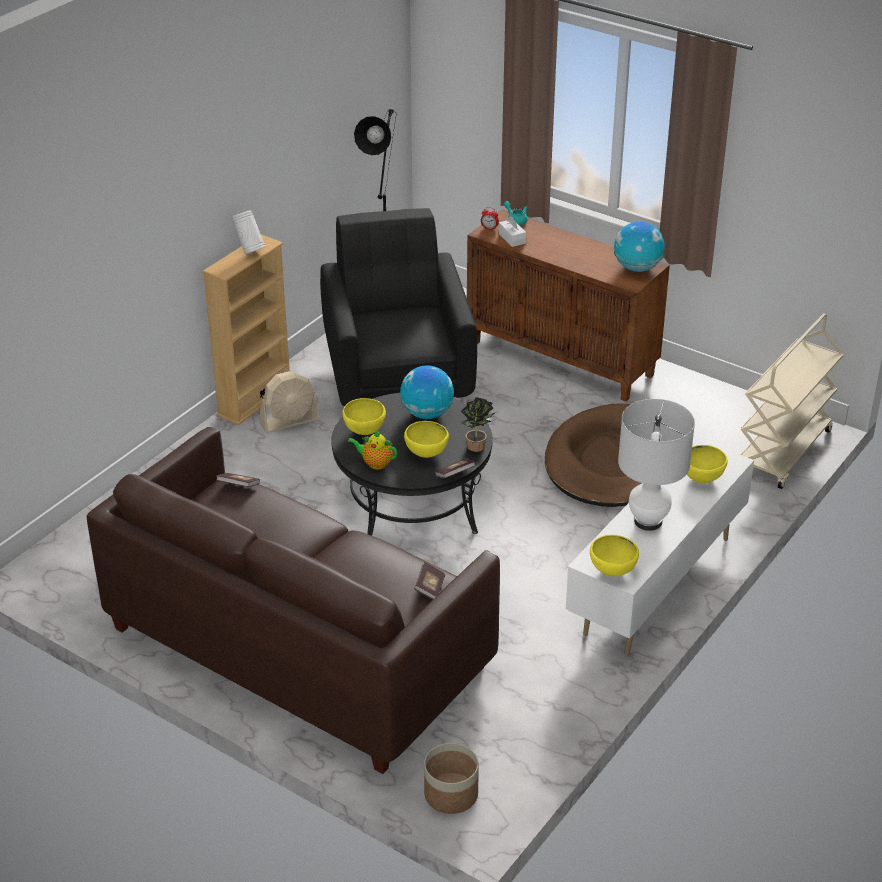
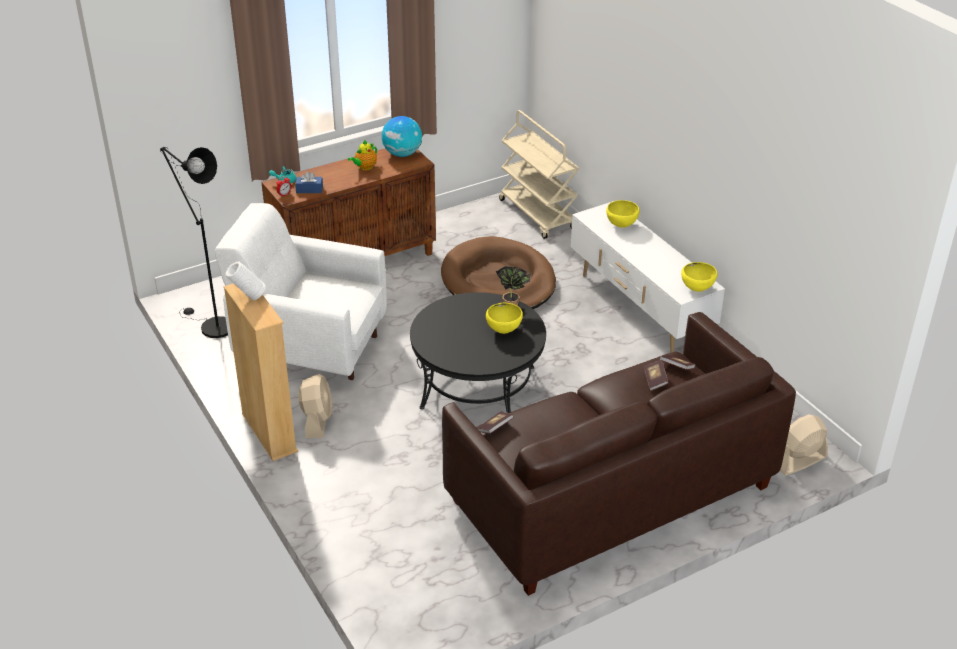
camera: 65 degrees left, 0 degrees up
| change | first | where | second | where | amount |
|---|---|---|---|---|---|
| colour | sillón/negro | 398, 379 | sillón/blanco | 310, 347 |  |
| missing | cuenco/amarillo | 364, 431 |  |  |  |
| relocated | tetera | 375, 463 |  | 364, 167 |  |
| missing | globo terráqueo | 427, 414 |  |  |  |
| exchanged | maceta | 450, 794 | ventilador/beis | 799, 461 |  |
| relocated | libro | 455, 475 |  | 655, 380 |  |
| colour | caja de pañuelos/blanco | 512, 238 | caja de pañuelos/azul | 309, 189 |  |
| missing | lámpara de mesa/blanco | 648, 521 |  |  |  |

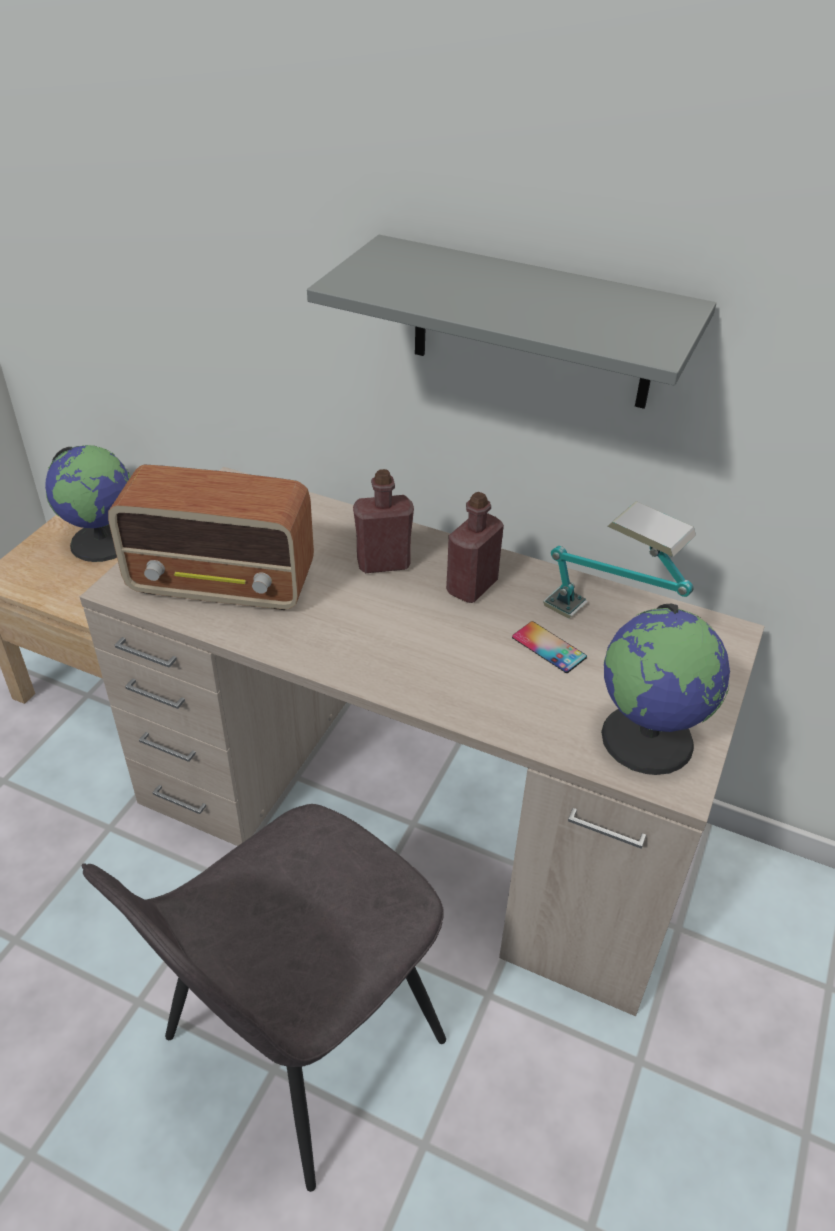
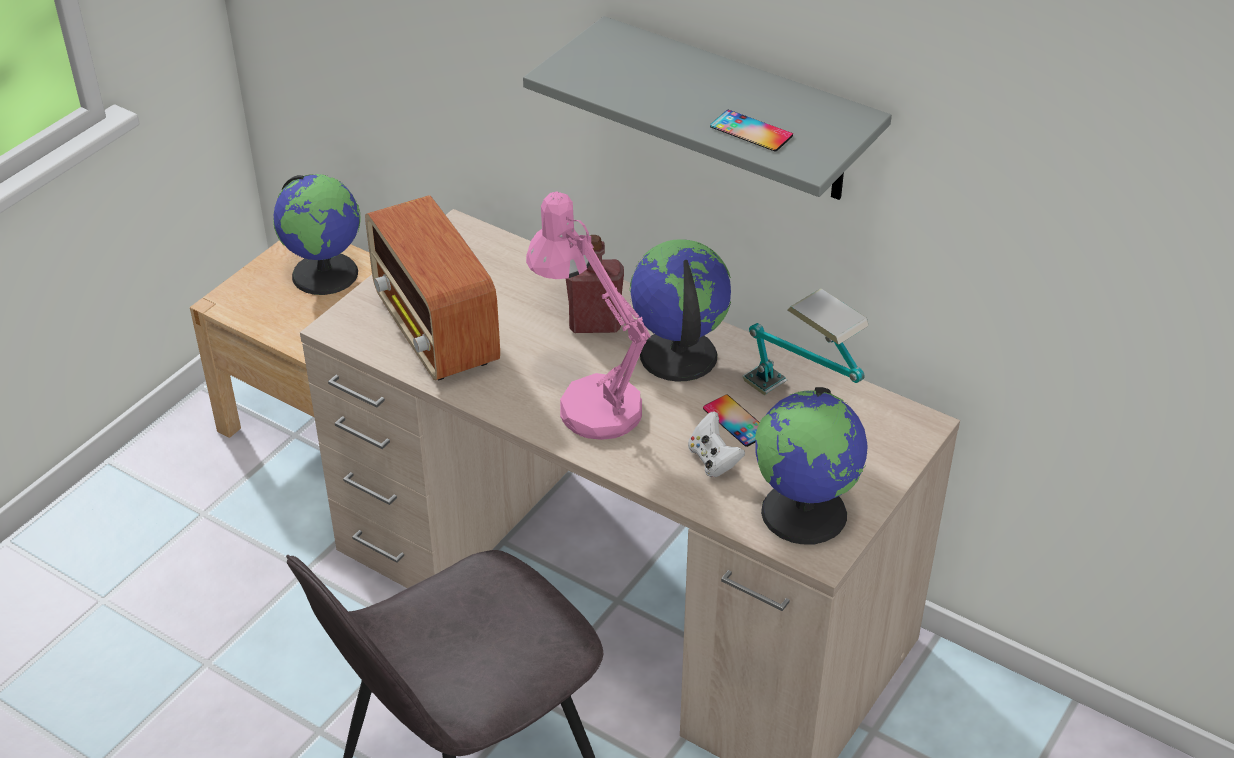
camera: 10 degrees right, 0 degrees up
| change | first | where | second | where | amount |
|---|---|---|---|---|---|
| spun | radio | 224, 584 |  | 436, 332 | 45 degrees clockwise |
| exchanged | botella/rojo | 472, 587 | globo terráqueo | 677, 355 |  |
| appeared |  |  | lámpara de mesa/rosa | 589, 401 |  |
| appeared |  |  | mando de consola/blanco | 713, 460 |  |
| appeared |  |  | móvil | 751, 131 |  |

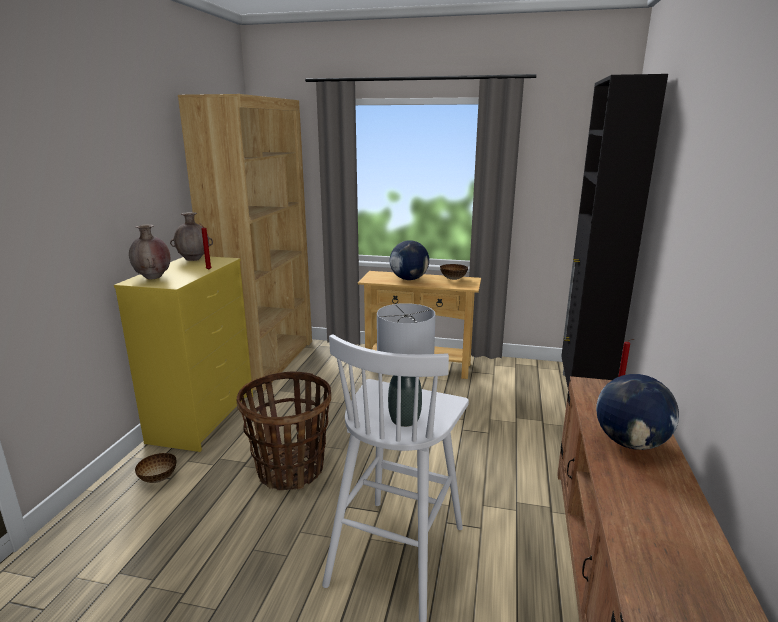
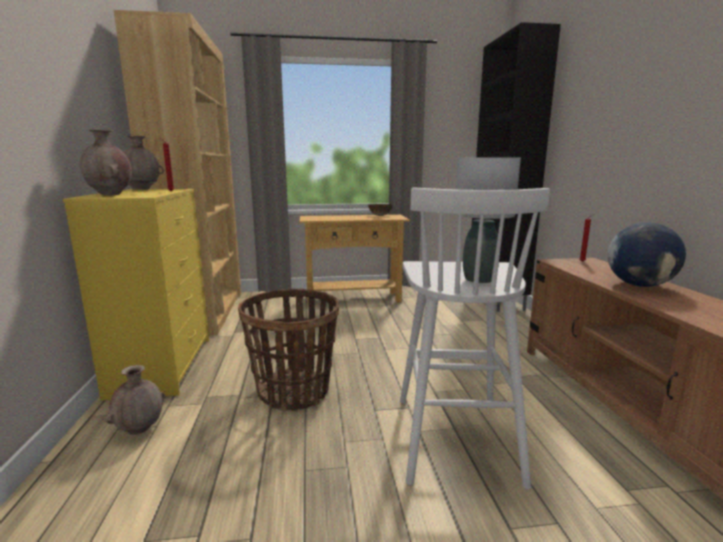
camera: 20 degrees left, 5 degrees down
| change | first | where | second | where | amount |
|---|---|---|---|---|---|
| exchanged | cuenco | 158, 478 | florero/marrón | 140, 429 |  |
| missing | globo terráqueo | 409, 279 |  |  |  |

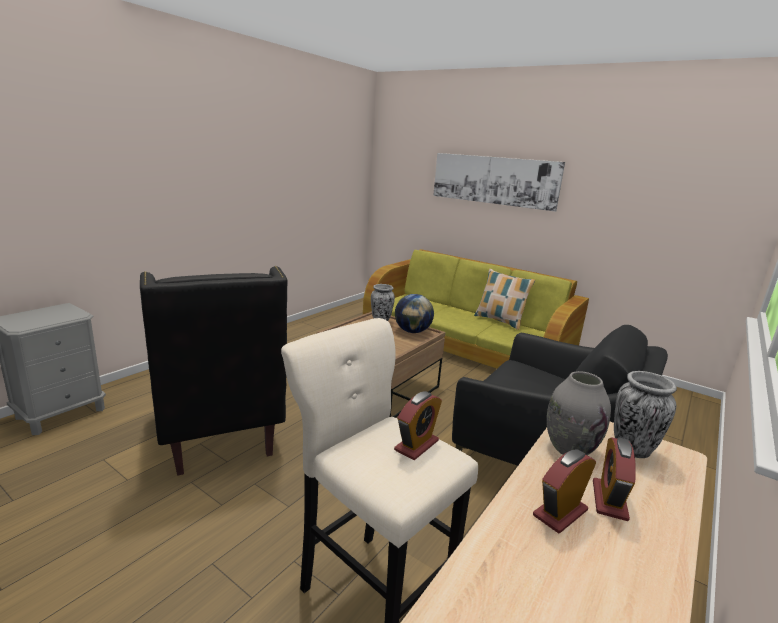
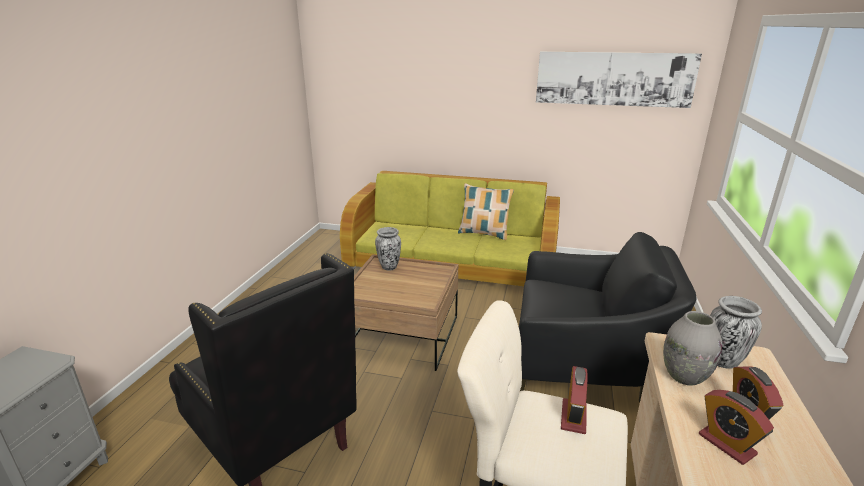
camera: 20 degrees left, 5 degrees up
| change | first | where | second | where | amount |
|---|---|---|---|---|---|
| missing | globo terráqueo | 412, 331 |  |  |  |
| relocated | cuadro | 494, 180 |  | 614, 79 |  |
| spun | despertador | 560, 513 |  | 726, 444 | 60 degrees counterclockwise |

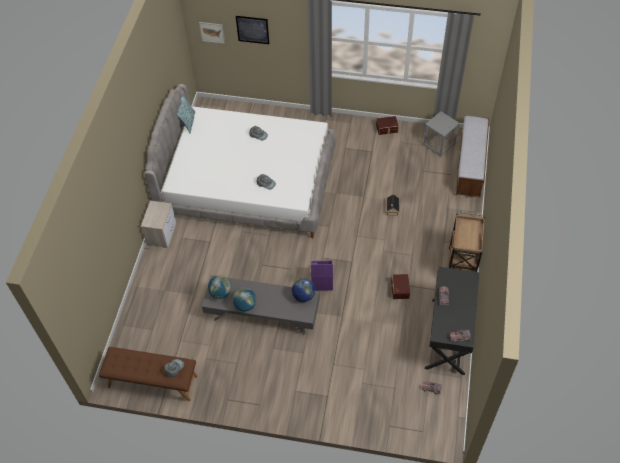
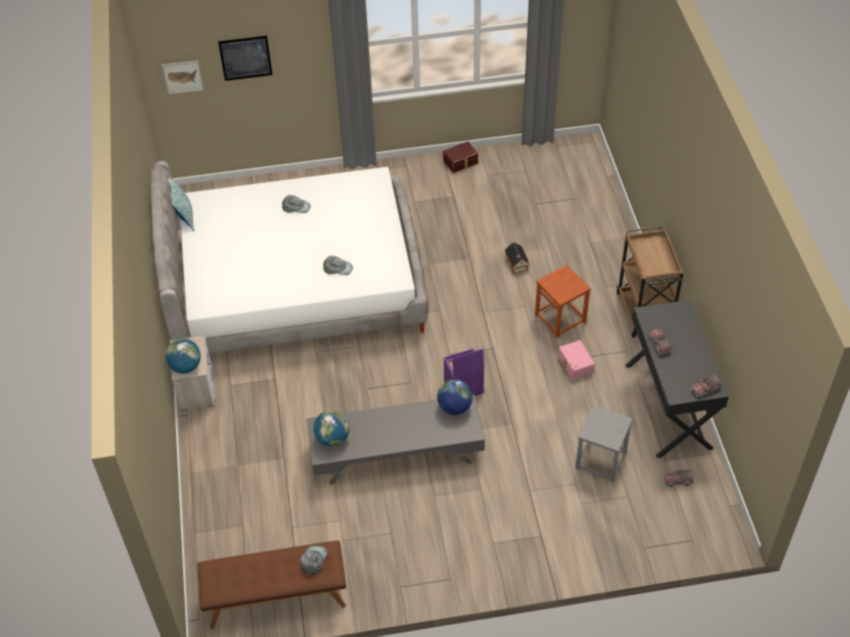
camera: 20 degrees left, 5 degrees down
| change | first | where | second | where | amount |
|---|---|---|---|---|---|
| relocated | globo terráqueo | 245, 305 |  | 185, 366 |  |
| colour | caja de almacenaje/marrón | 399, 289 | caja de almacenaje/rosa | 574, 365 |  |
| relocated | taburete/gris | 439, 145 |  | 601, 460 |  |
| missing | banco | 470, 166 |  |  |  |
| appeared |  |  | taburete/marrón | 560, 318 |  |

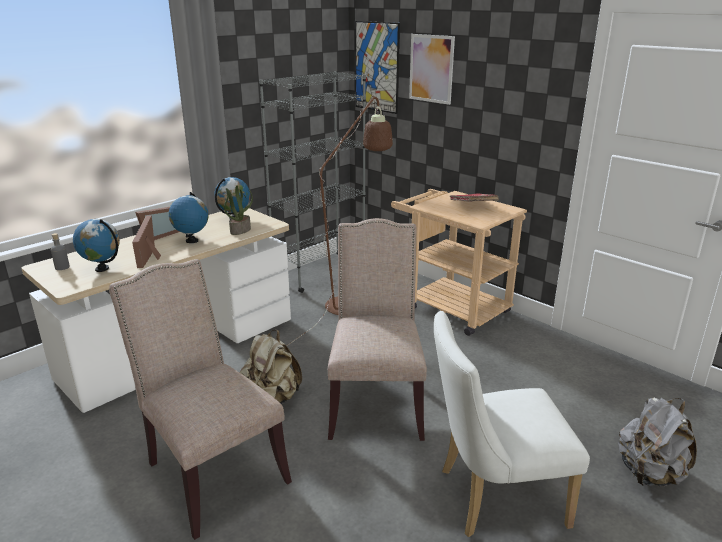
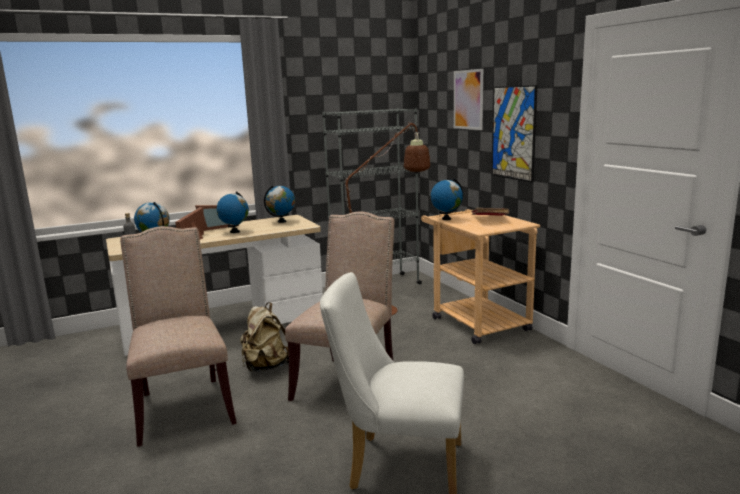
camera: 20 degrees right, 10 degrees down
| change | first | where | second | where | amount |
|---|---|---|---|---|---|
| missing | planta en maceta | 240, 230 |  |  |  |
| relocated | cuadro | 376, 67 |  | 513, 133 |  |
| missing | mochila/gris | 649, 473 |  |  |  |
| appeared |  |  | globo terráqueo | 446, 219 |  |

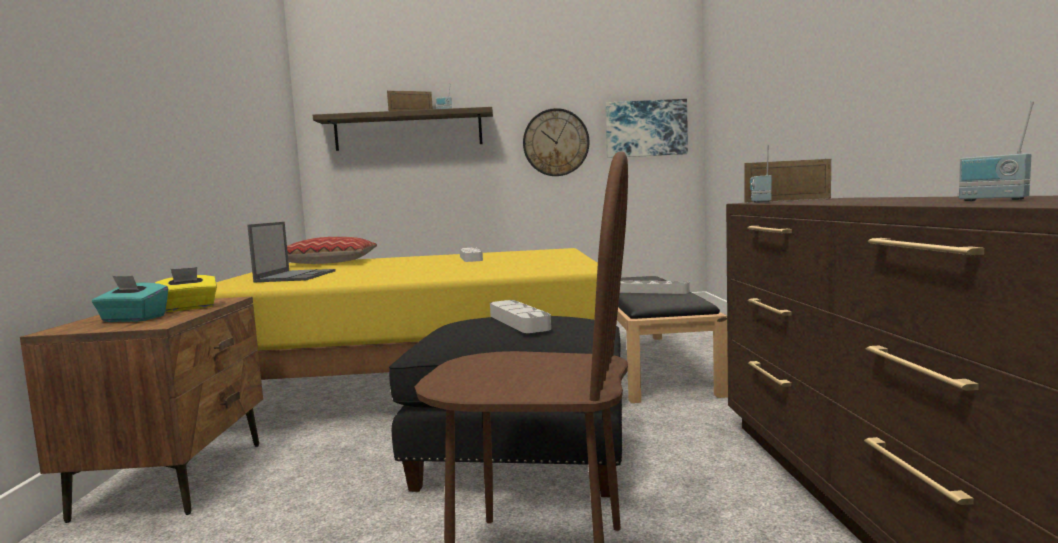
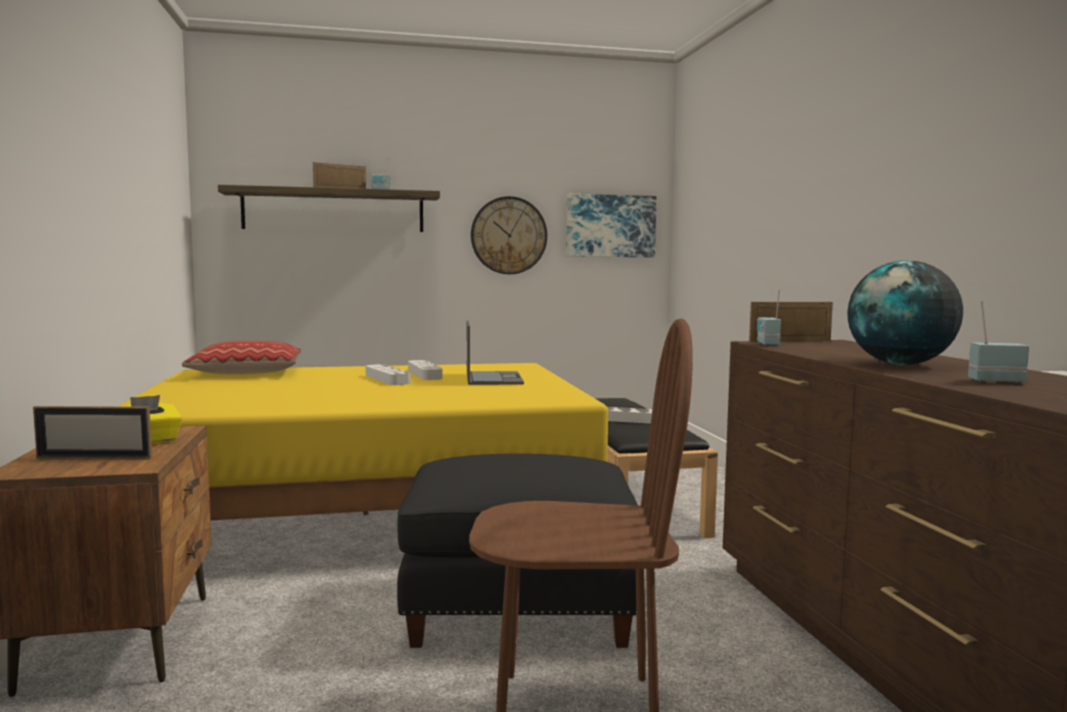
camera: 10 degrees left, 0 degrees up
| change | first | where | second | where | amount |
|---|---|---|---|---|---|
| exchanged | caja de pañuelos/turquesa | 133, 319 | portarretratos | 94, 457 |  |
| relocated | portátil | 296, 276 |  | 493, 378 |  |
| relocated | bandeja/gris | 518, 322 |  | 387, 379 |  |
| spun | radio | 993, 200 |  | 995, 381 | 150 degrees clockwise |
| appeared |  |  | globo terráqueo | 901, 364 |  |

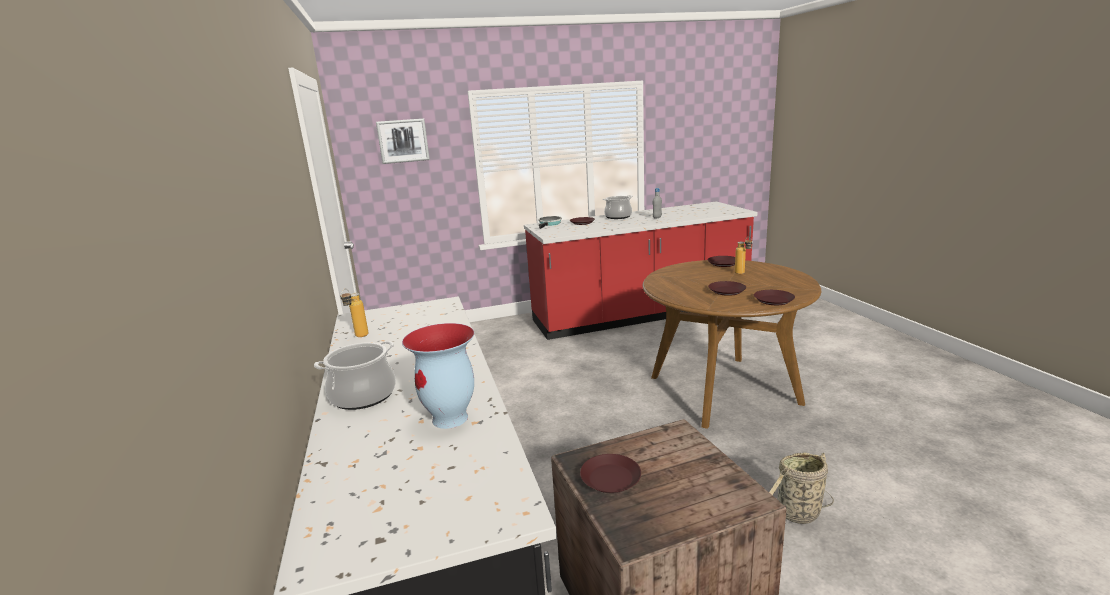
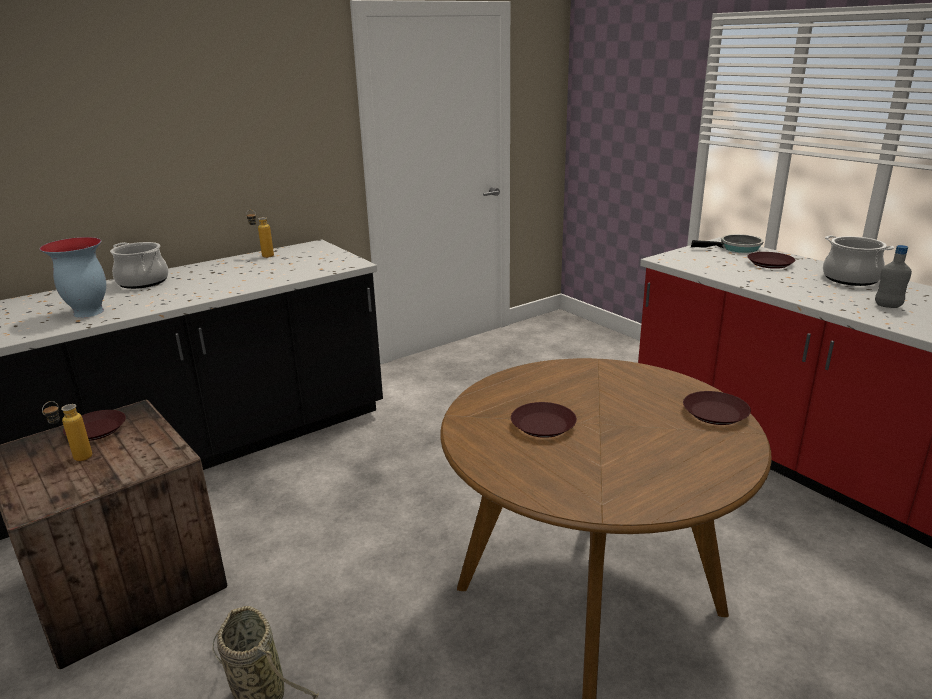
camera: 70 degrees right, 5 degrees up
| change | first | where | second | where | amount |
|---|---|---|---|---|---|
| missing | cuadro | 403, 141 |  |  |  |
| relocated | botella | 743, 273 |  | 76, 460 |  |
| missing | plato/marrón | 773, 300 |  |  |  |

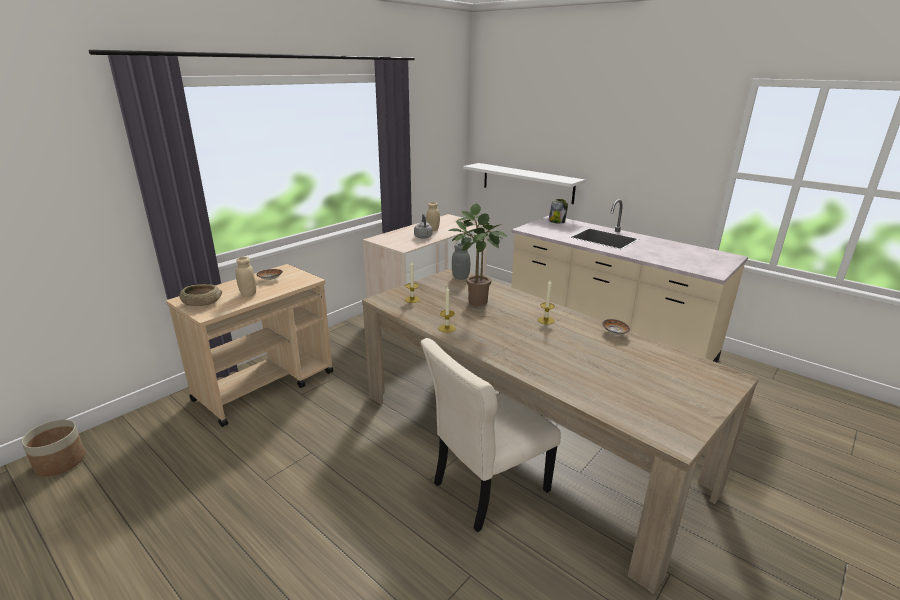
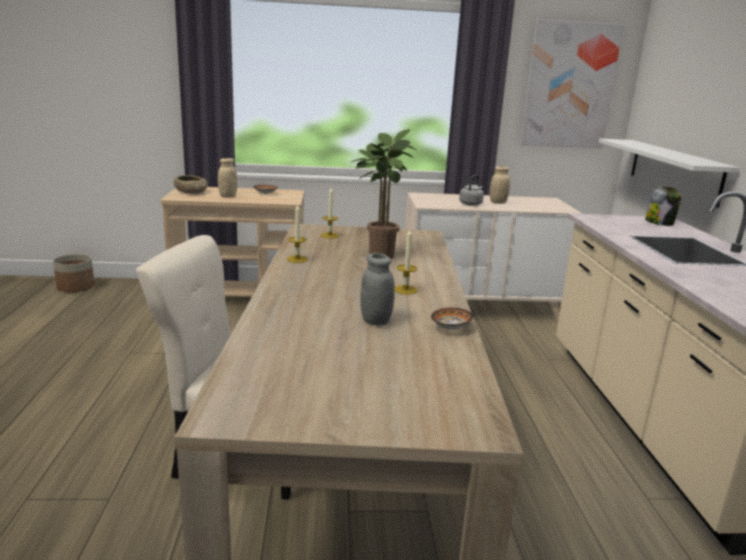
camera: 45 degrees right, 5 degrees down
| change | first | where | second | where | amount |
|---|---|---|---|---|---|
| relocated | tarro/gris | 460, 277 |  | 375, 320 |  |
| appeared |  |  | cuadro | 569, 86 |  |

